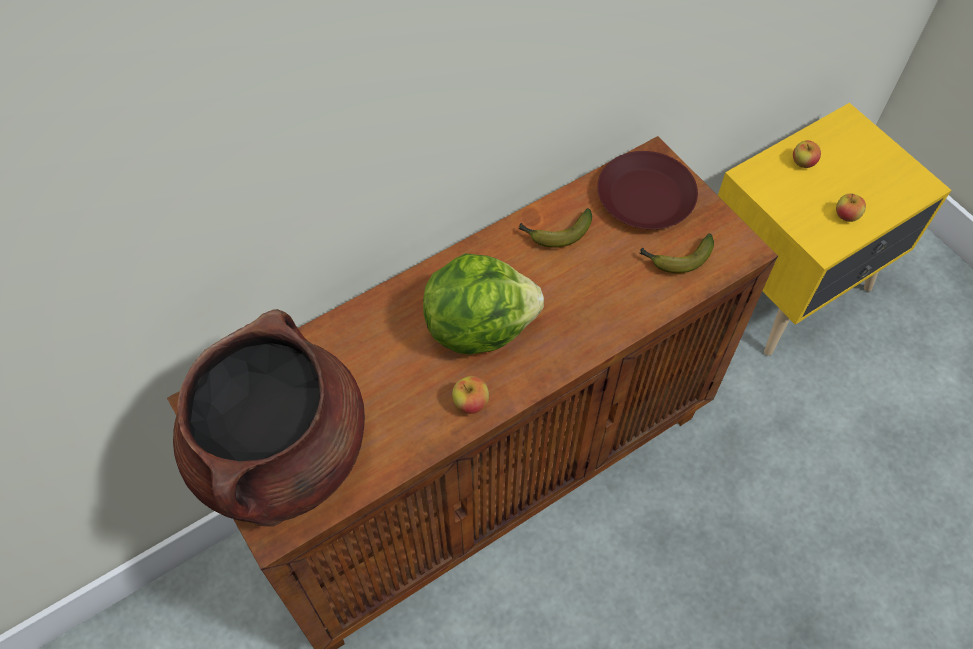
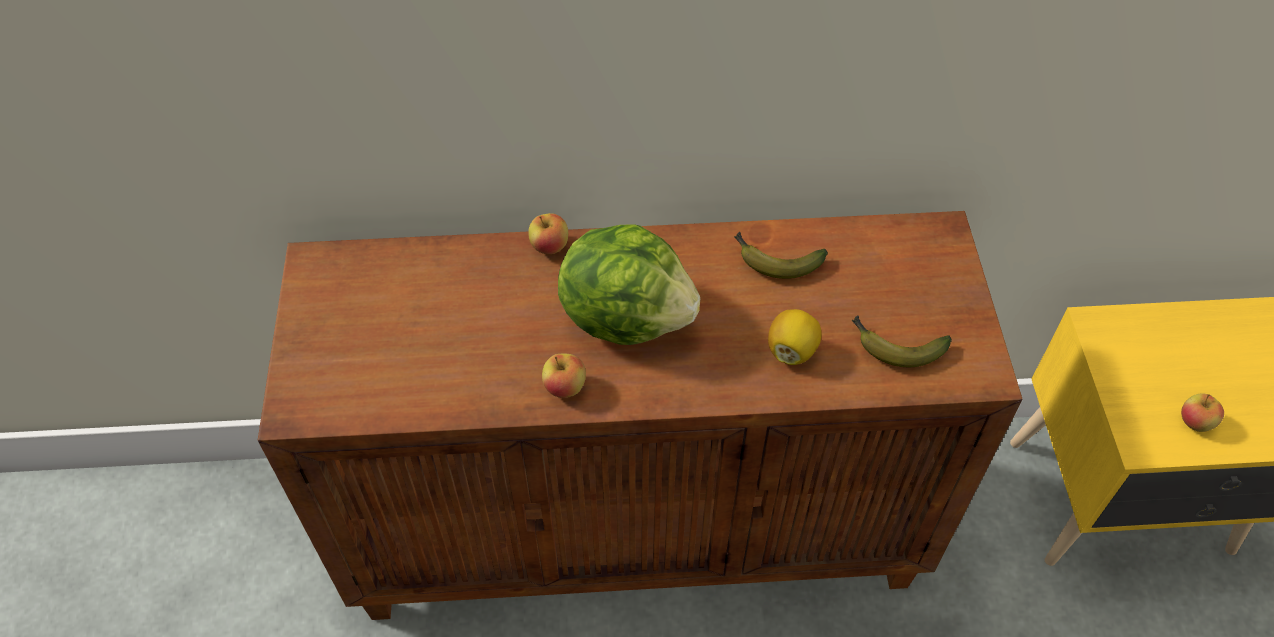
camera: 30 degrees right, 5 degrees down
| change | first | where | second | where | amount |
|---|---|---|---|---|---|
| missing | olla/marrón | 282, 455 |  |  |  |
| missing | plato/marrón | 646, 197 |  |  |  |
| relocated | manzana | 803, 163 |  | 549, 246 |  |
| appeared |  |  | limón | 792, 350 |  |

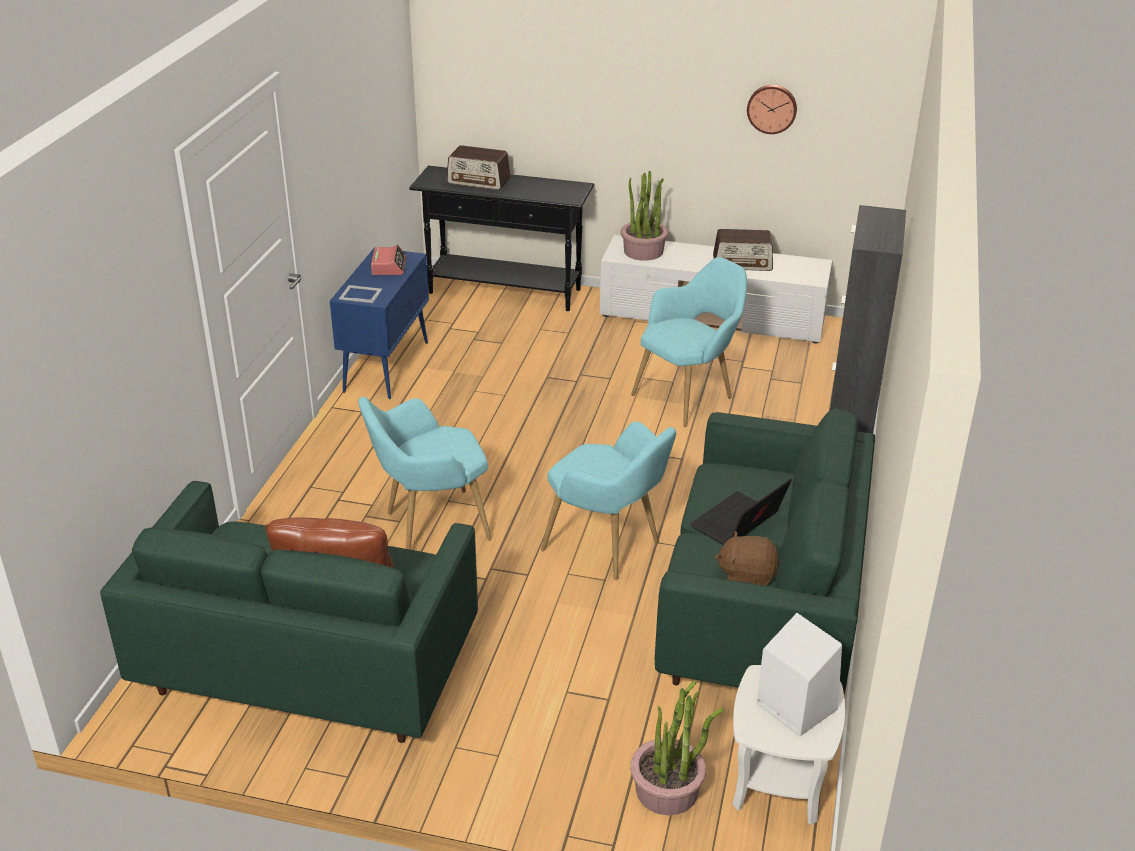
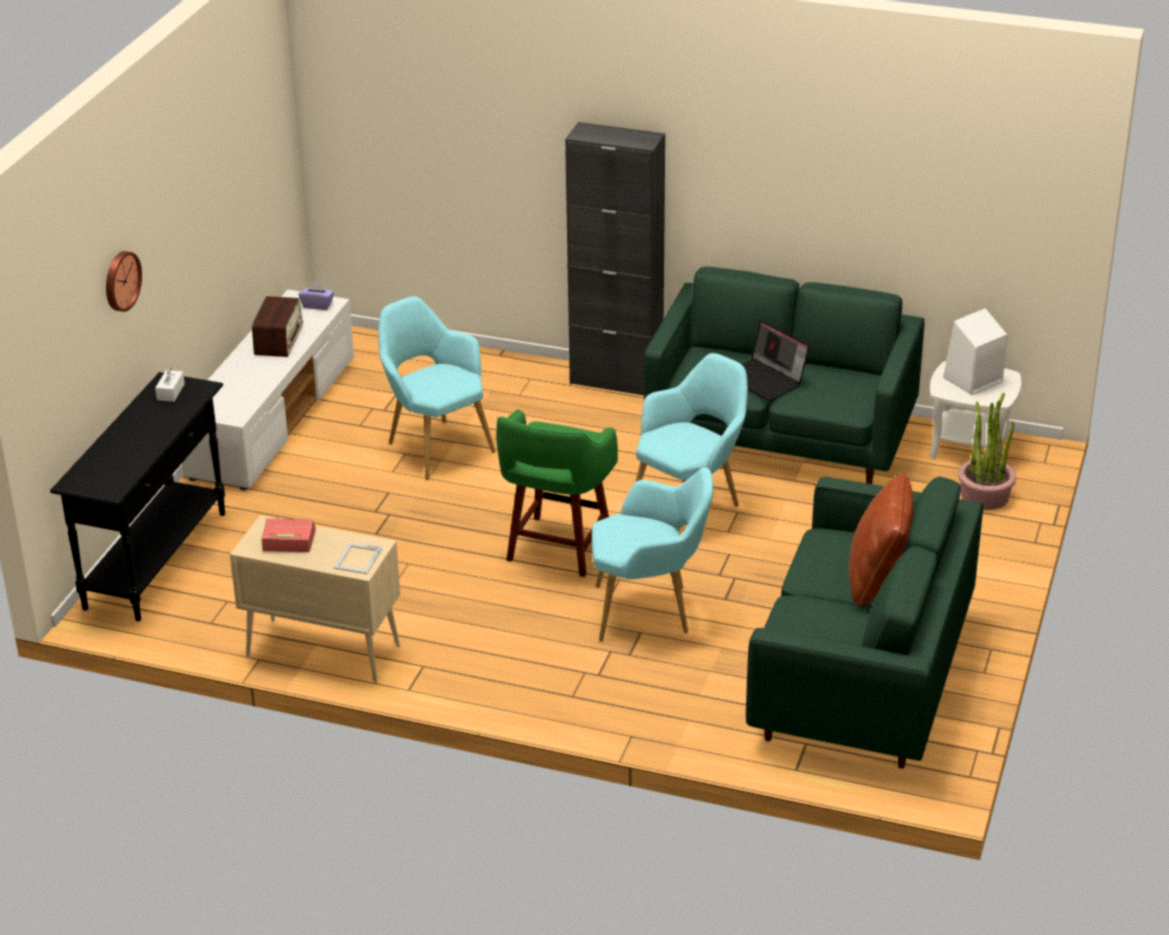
camera: 85 degrees left, 0 degrees up
| change | first | where | second | where | amount |
|---|---|---|---|---|---|
| colour | armario/azul | 386, 366 | armario/beis | 321, 650 |  |
| spun | sillón/turquesa | 430, 526 |  | 650, 612 | 75 degrees counterclockwise |
| missing | radio | 479, 181 |  |  |  |
| missing | planta en maceta | 643, 251 |  |  |  |
| missing | peluche/marrón | 747, 575 |  |  |  |
| relocated | reloj de pared | 772, 108 |  | 120, 281 |  |
| appeared |  |  | caja de pañuelos/blanco | 170, 392 |  |
| appeared |  |  | caja de pañuelos/morado | 317, 305 |  |
| appeared |  |  | taburete/verde | 558, 549 |  |

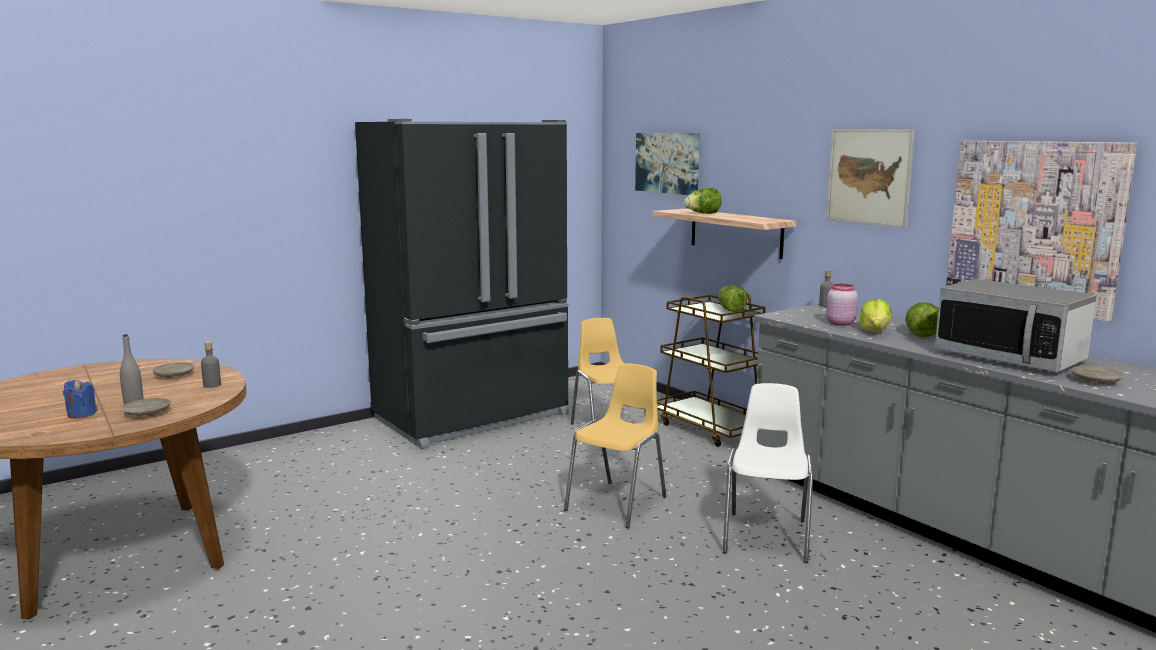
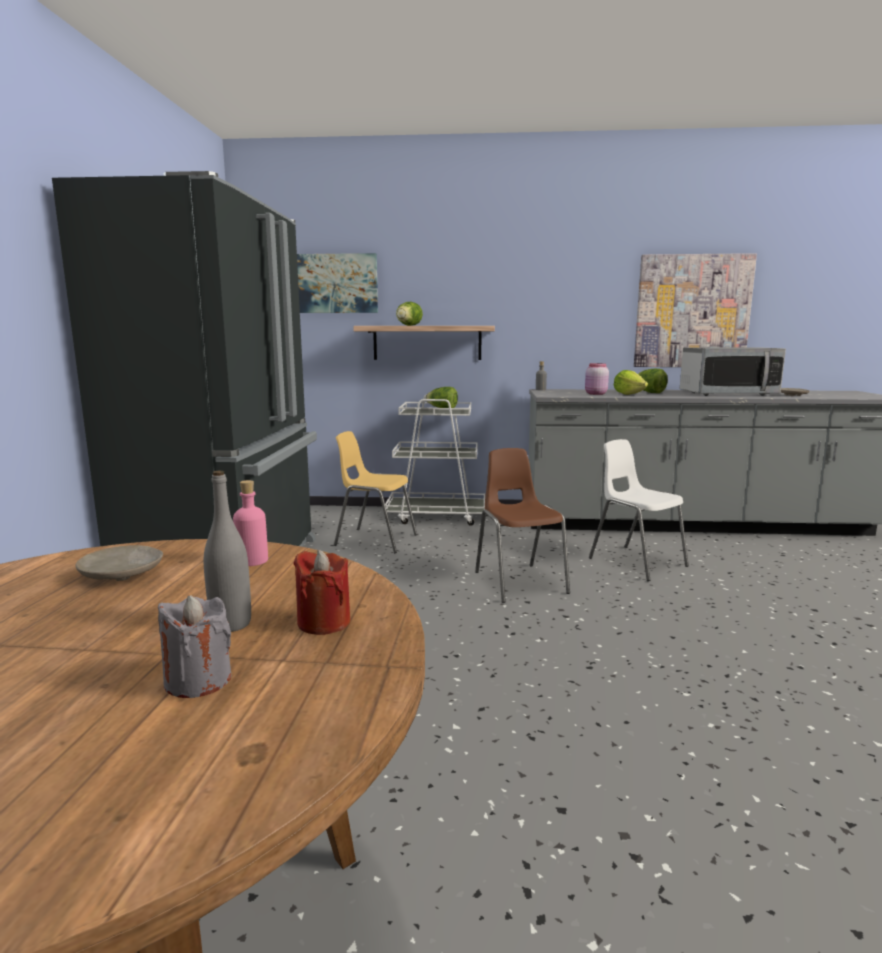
camera: 50 degrees left, 0 degrees up
| change | first | where | second | where | amount |
|---|---|---|---|---|---|
| colour | vela/azul | 81, 414 | vela/gris | 198, 680 |  |
| exchanged | plato/beis | 146, 414 | vela/rojo | 324, 622 |  |
| colour | botella/gris | 212, 385 | botella/rosa | 252, 561 |  |
| colour | silla/amarillo | 618, 504 | silla/marrón | 519, 582 |  |
| colour | carrito/marrón | 711, 428 | carrito/blanco | 437, 516 |  |
| missing | cuadro | 869, 177 |  |  |  |

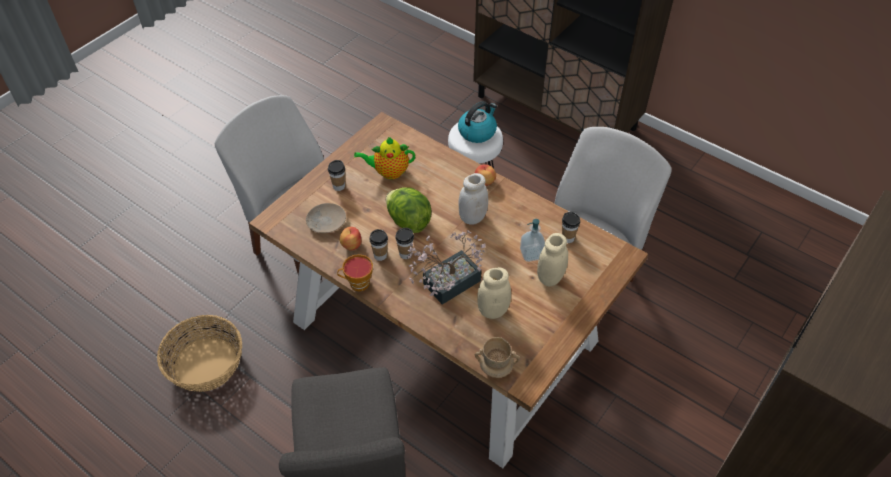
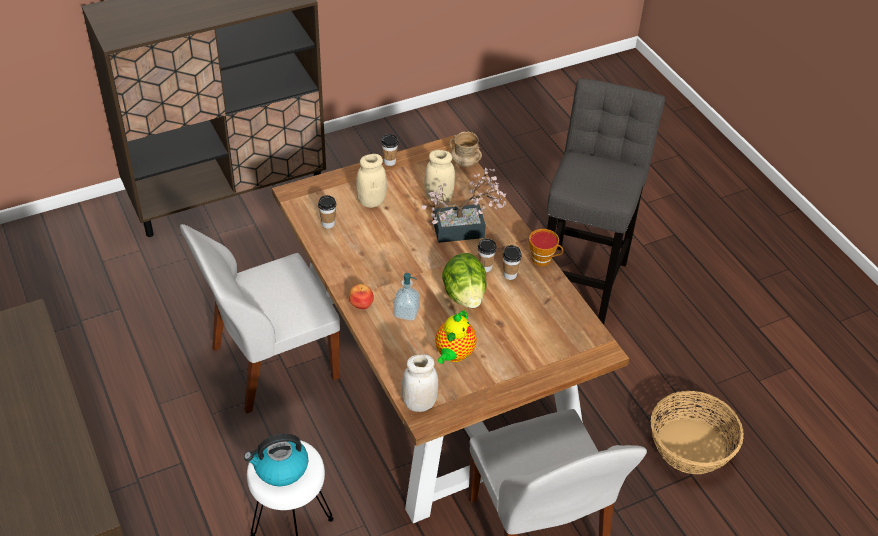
camera: 155 degrees left, 5 degrees down
| change | first | where | second | where | amount |
|---|---|---|---|---|---|
| missing | plato/beis | 326, 222 |  |  |  |
| relocated | taza | 339, 186 |  | 389, 162 |  |
| missing | manzana | 351, 245 |  |  |  |
| spun | tetera | 388, 172 |  | 453, 354 | 90 degrees clockwise |
| relocated | tarro/blanco | 472, 217 |  | 419, 404 |  |
| relocated | dispensador de jabón | 531, 254 |  | 406, 312 |  |

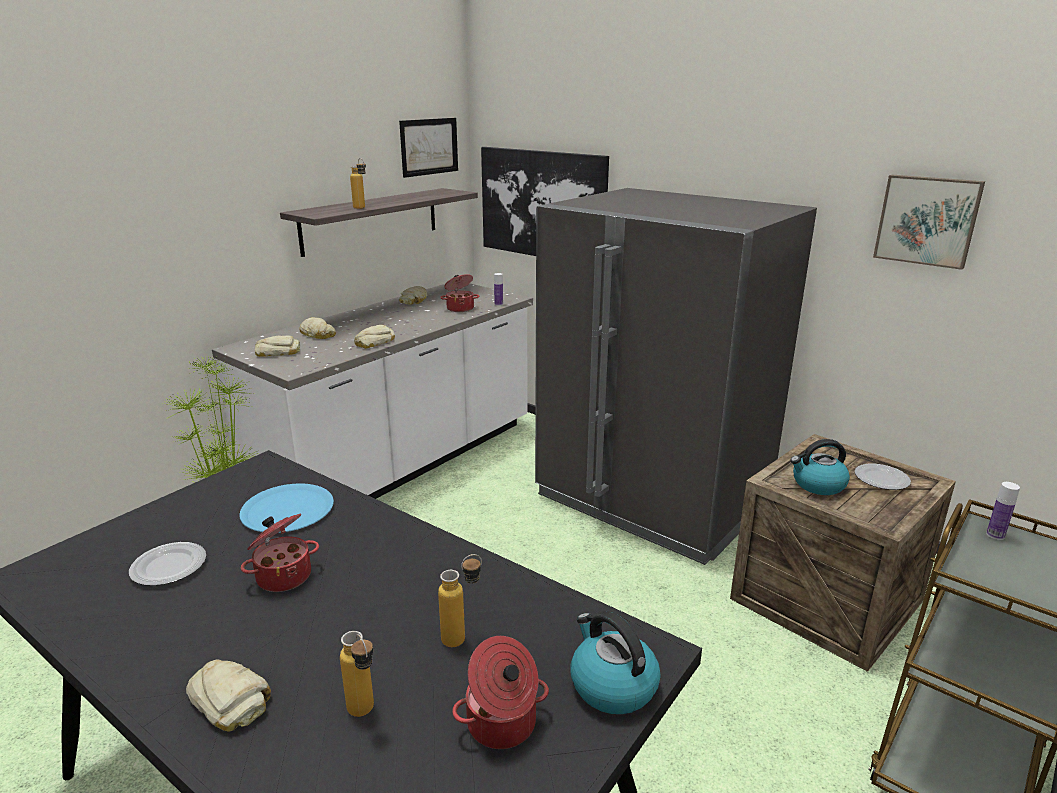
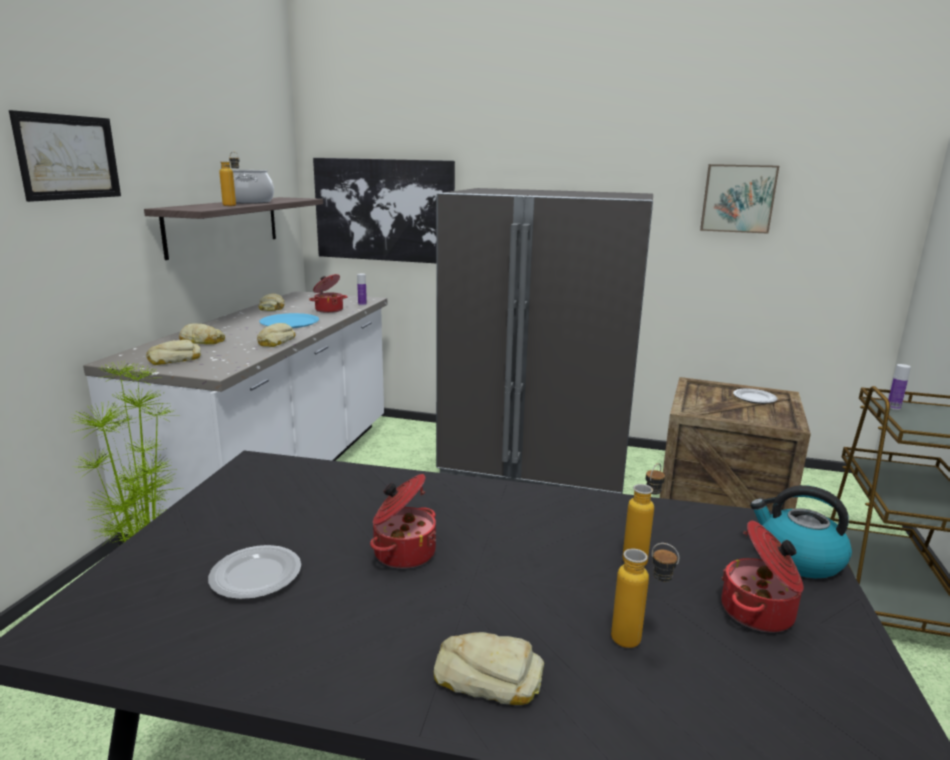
camera: 25 degrees left, 5 degrees down
| change | first | where | second | where | amount |
|---|---|---|---|---|---|
| relocated | plato/azul | 287, 510 |  | 289, 322 |  |
| relocated | cuadro | 429, 146 |  | 69, 157 |  |
| missing | hervidor | 817, 485 |  |  |  |
| appeared |  |  | olla | 249, 202 |  |

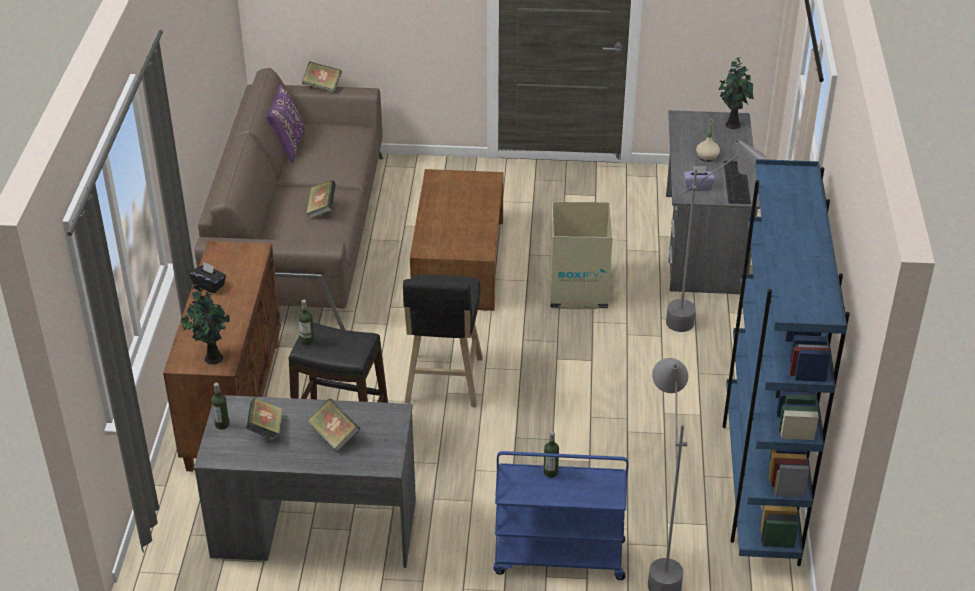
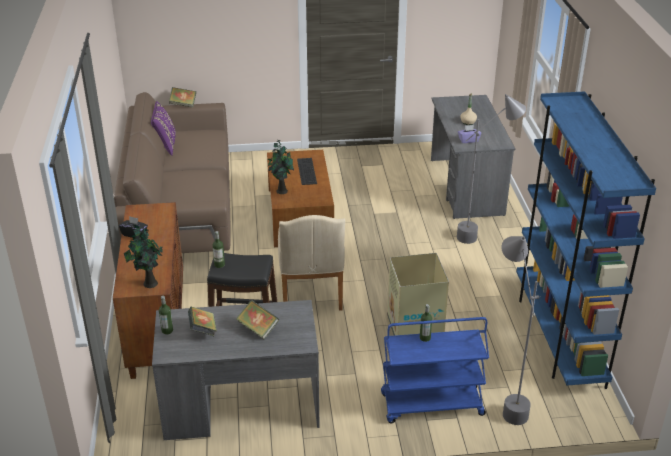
camera: 10 degrees left, 5 degrees down
| change | first | where | second | where | amount |
|---|---|---|---|---|---|
| missing | libro | 321, 209 |  |  |  |
| exchanged | taburete/negro | 443, 384 | sillón/beis | 311, 295 |  |
| relocated | caja de cartón | 578, 291 |  | 415, 329 |  |
| relocated | planta en maceta | 731, 124 |  | 281, 190 |  |
| relocated | teclado | 735, 181 |  | 305, 171 |  |

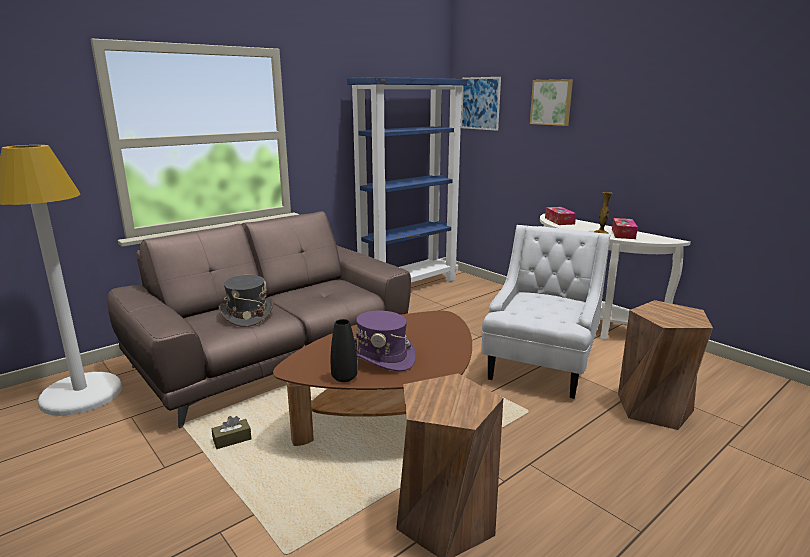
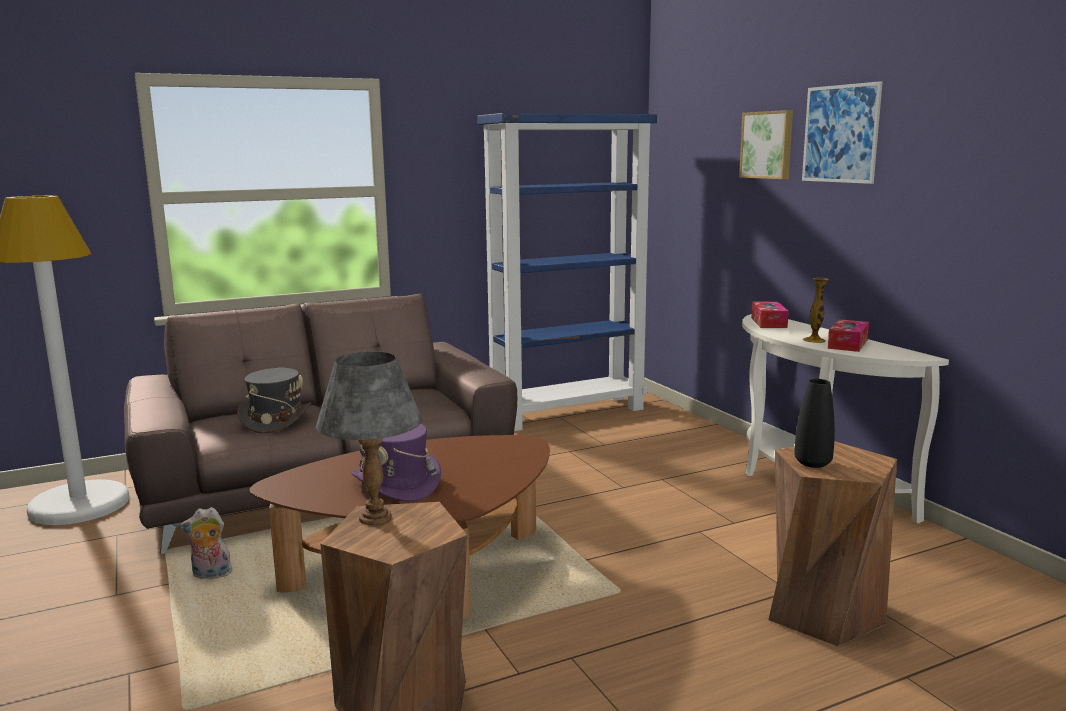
camera: 15 degrees right, 5 degrees down
| change | first | where | second | where | amount |
|---|---|---|---|---|---|
| exchanged | caja de pañuelos/marrón | 232, 440 | peluche | 210, 576 |  |
| relocated | florero/negro | 344, 377 |  | 812, 463 |  |
| relocated | cuadro | 480, 103 |  | 840, 134 |  |
| missing | sillón/blanco | 540, 366 |  |  |  |
| appeared |  |  | lámpara de mesa/gris | 375, 517 |  |

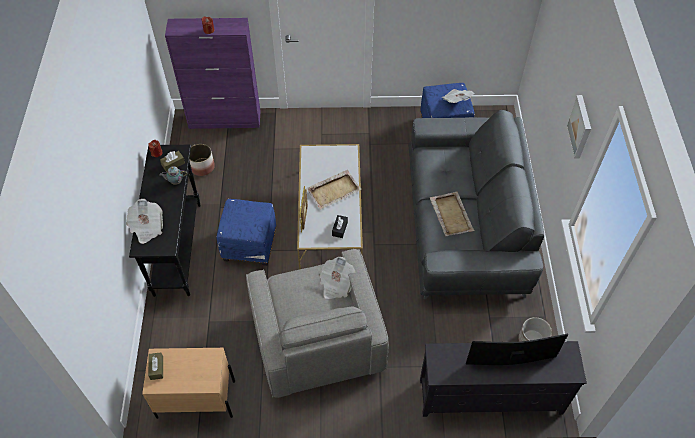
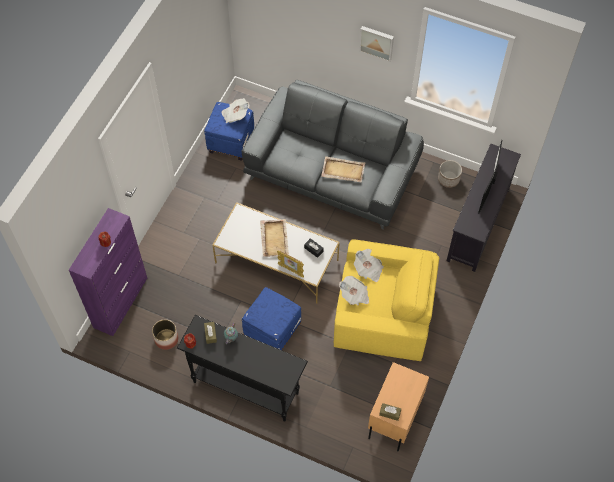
camera: 65 degrees left, 5 degrees up
| change | first | where | second | where | amount |
|---|---|---|---|---|---|
| relocated | periódico | 147, 227 |  | 354, 295 |  |
| colour | sillón/gris | 317, 339 | sillón/amarillo | 383, 314 |  |

